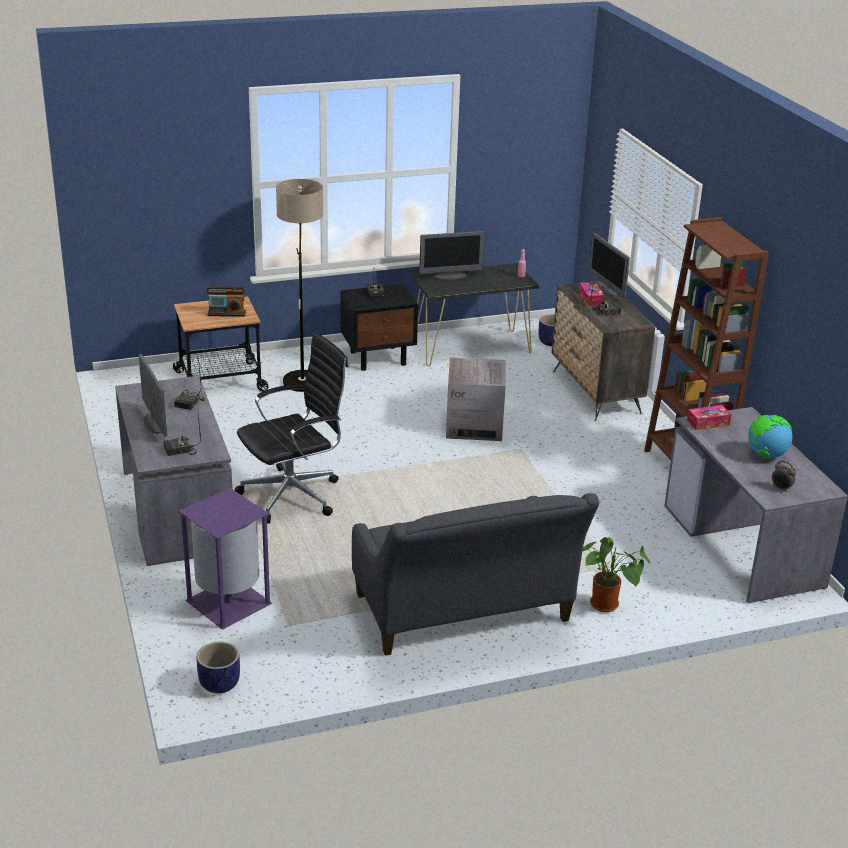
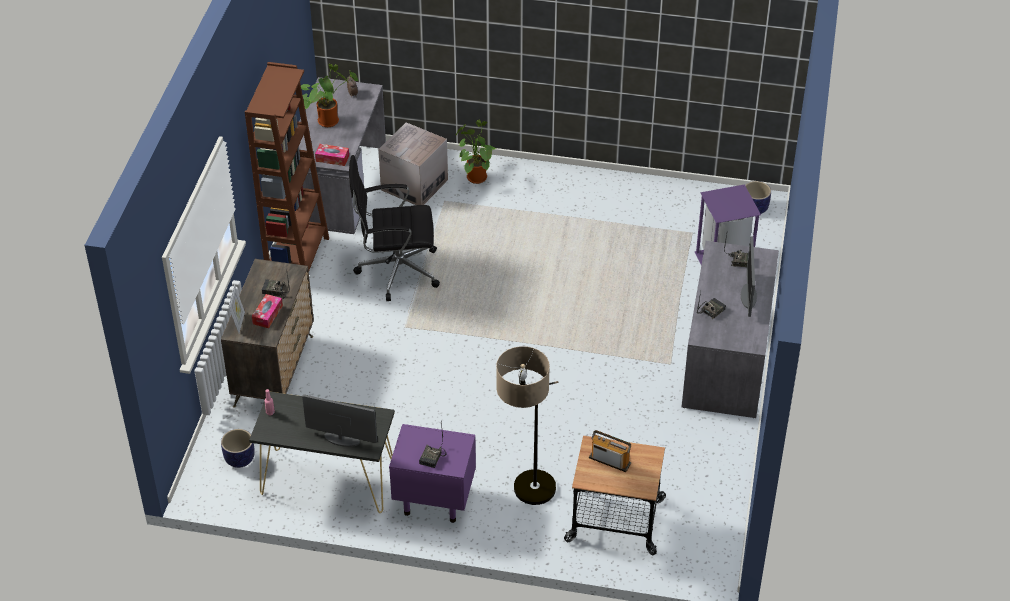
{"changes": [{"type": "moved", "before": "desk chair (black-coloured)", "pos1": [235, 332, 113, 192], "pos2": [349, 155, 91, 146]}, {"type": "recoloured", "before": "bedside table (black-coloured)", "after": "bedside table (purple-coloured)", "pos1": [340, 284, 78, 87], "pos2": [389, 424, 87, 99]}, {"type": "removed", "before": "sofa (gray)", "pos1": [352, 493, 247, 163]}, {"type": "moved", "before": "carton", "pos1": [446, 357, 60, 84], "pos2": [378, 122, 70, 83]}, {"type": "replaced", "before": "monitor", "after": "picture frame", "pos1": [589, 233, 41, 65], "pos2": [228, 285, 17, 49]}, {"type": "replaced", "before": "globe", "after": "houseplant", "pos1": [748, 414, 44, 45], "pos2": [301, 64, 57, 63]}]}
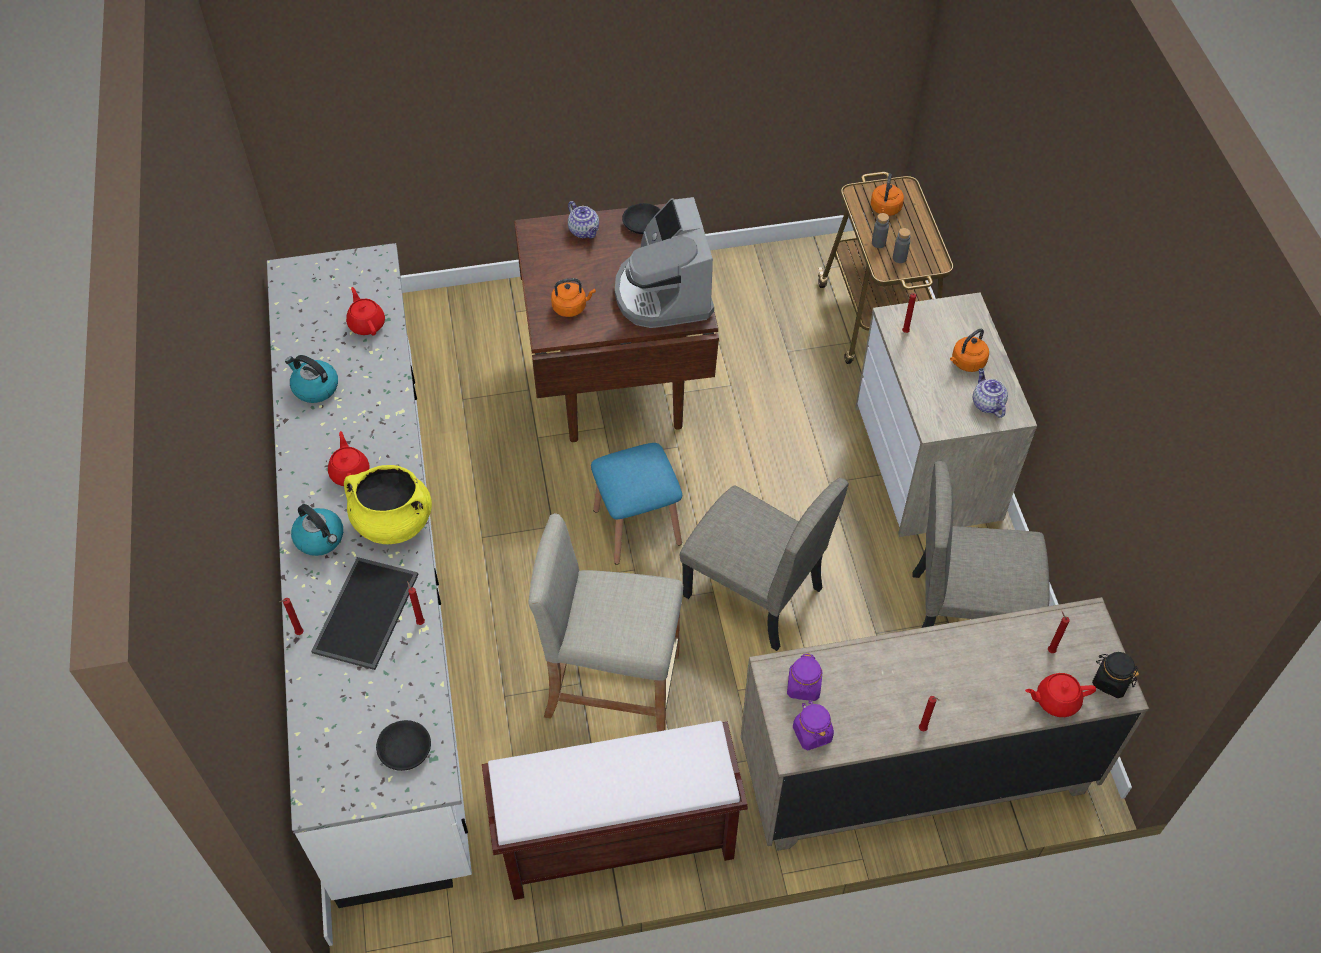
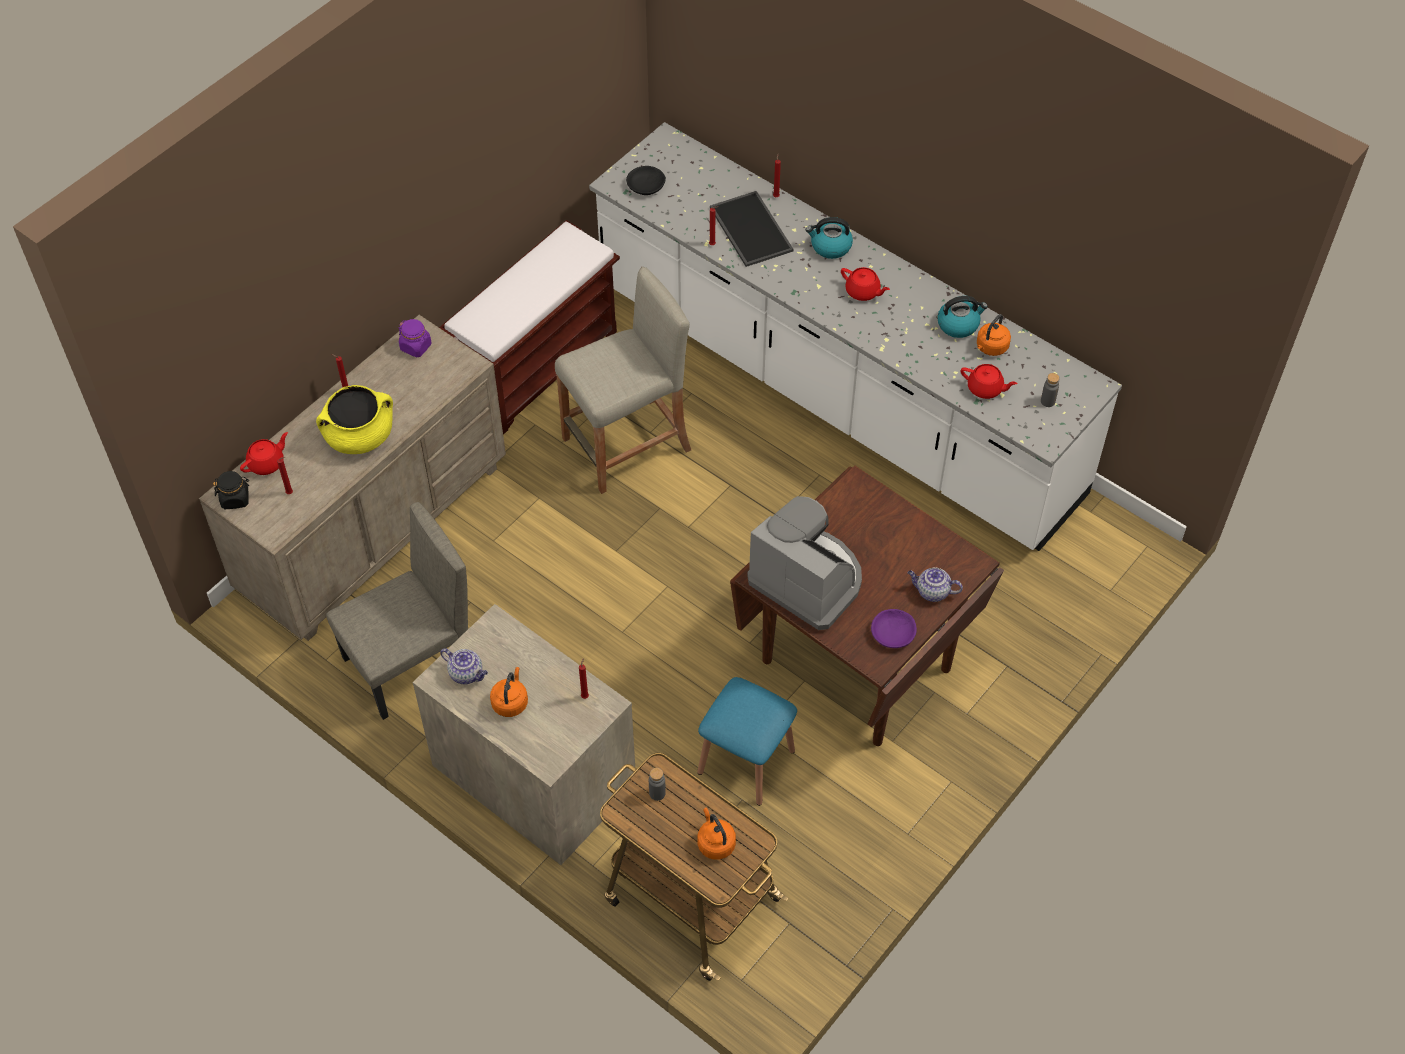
{"changes": [{"type": "moved", "before": "saucepot (yellow)", "pos1": [344, 465, 88, 79], "pos2": [316, 385, 77, 69]}, {"type": "moved", "before": "tea kettle (orange-coloured)", "pos1": [551, 278, 45, 39], "pos2": [977, 314, 34, 42]}, {"type": "moved", "before": "sitting stool (blue-coloured)", "pos1": [591, 443, 91, 122], "pos2": [697, 677, 100, 129]}, {"type": "recoloured", "before": "bowl (black-coloured)", "after": "bowl (purple-coloured)", "pos1": [622, 203, 38, 31], "pos2": [871, 609, 46, 39]}, {"type": "removed", "before": "plain chair (beige-coloured)", "pos1": [680, 478, 169, 173]}, {"type": "removed", "before": "preserve jar (purple-coloured)", "pos1": [787, 653, 35, 48]}, {"type": "moved", "before": "bottle (gray)", "pos1": [872, 213, 17, 35], "pos2": [1041, 373, 19, 34]}]}
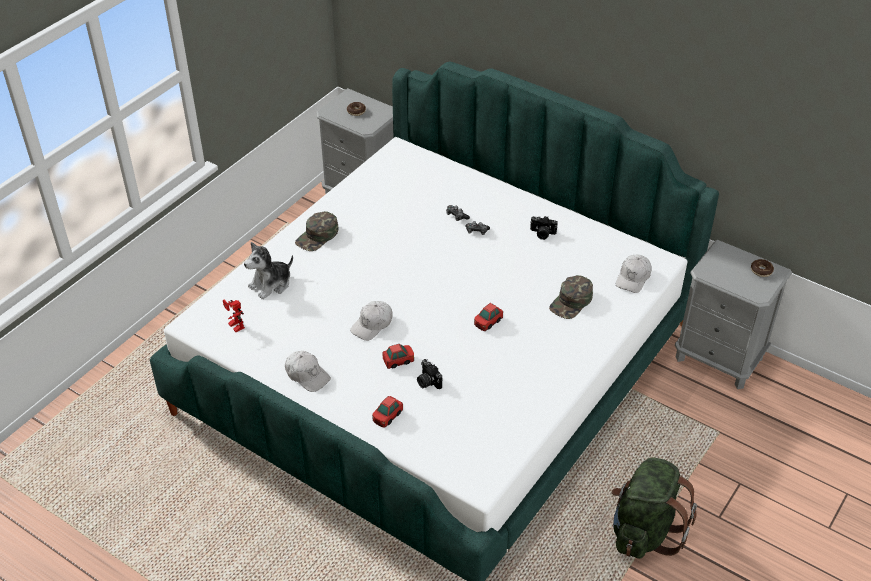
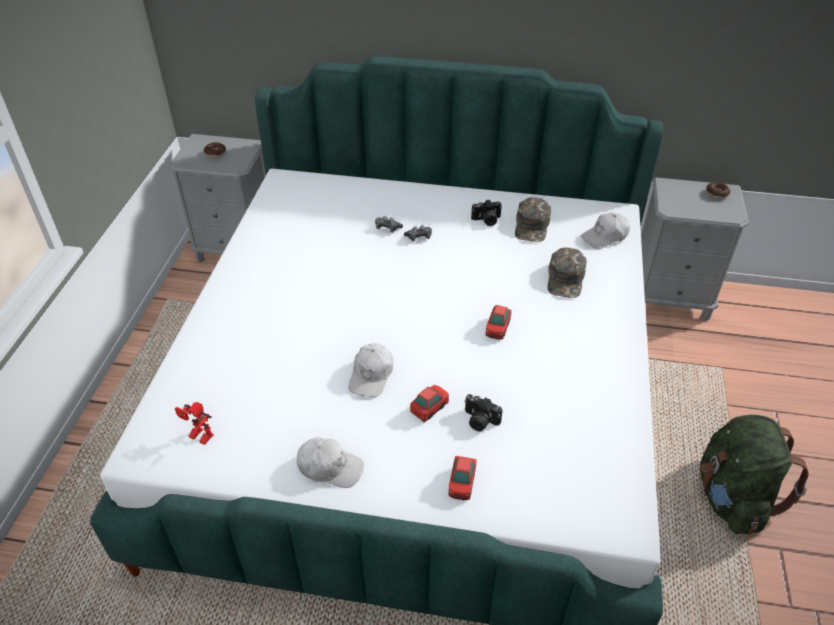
{"changes": [{"type": "removed", "before": "soft toy", "pos1": [244, 242, 49, 57]}, {"type": "moved", "before": "cap (greenish)", "pos1": [295, 211, 43, 40], "pos2": [515, 197, 36, 45]}, {"type": "turned", "before": "cap (whitish)", "pos1": [616, 255, 35, 38], "pos2": [581, 212, 49, 37], "turn": 60}]}
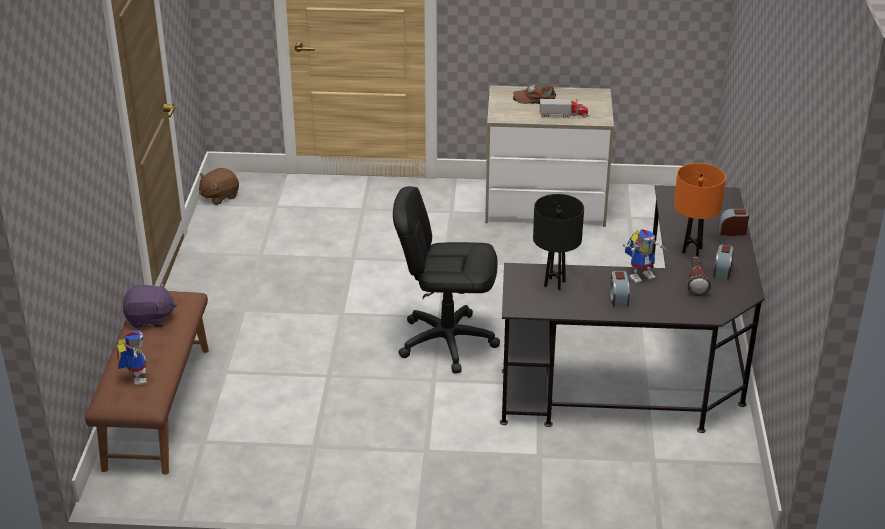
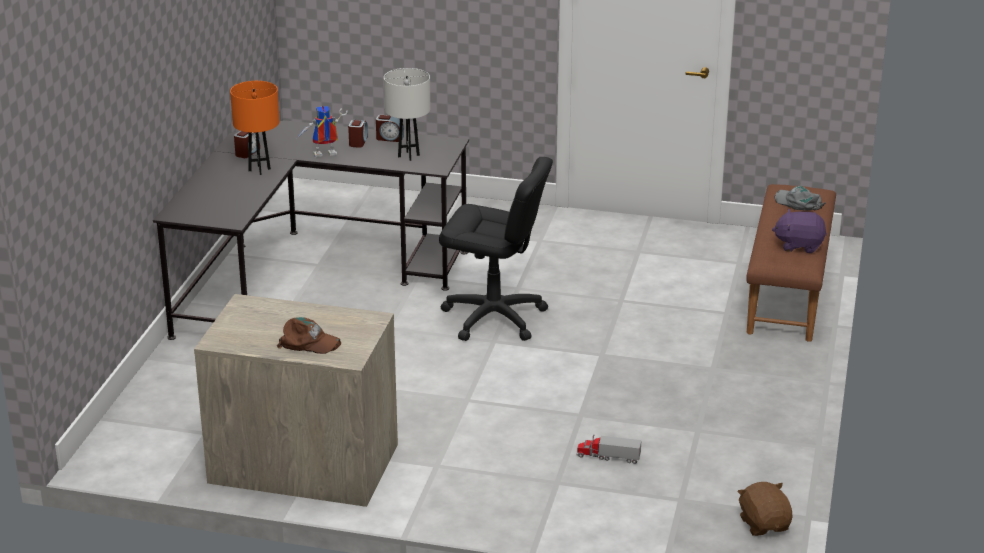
{"changes": [{"type": "replaced", "before": "model robot", "after": "cap (gray)", "pos1": [117, 330, 30, 55], "pos2": [774, 186, 52, 24]}, {"type": "turned", "before": "soft toy (brown)", "pos1": [199, 168, 40, 37], "pos2": [737, 482, 55, 54], "turn": -75}, {"type": "recoloured", "before": "tabletop lamp (black-coloured)", "after": "tabletop lamp (whitish)", "pos1": [533, 194, 51, 96], "pos2": [384, 68, 46, 93]}, {"type": "moved", "before": "model truck", "pos1": [540, 99, 48, 19], "pos2": [576, 435, 65, 29]}, {"type": "removed", "before": "torch", "pos1": [687, 257, 24, 39]}, {"type": "moved", "before": "alarm clock", "pos1": [719, 209, 30, 27], "pos2": [376, 115, 28, 27]}]}
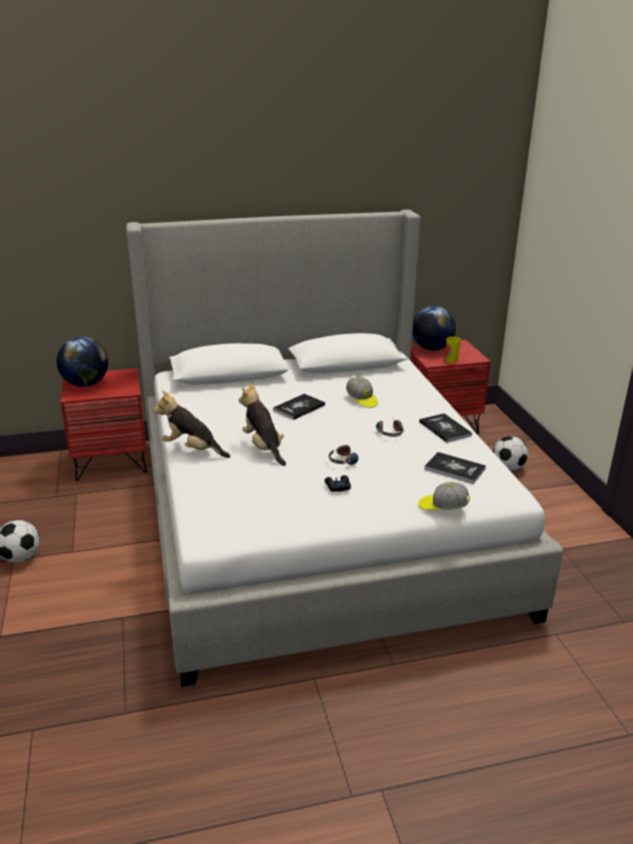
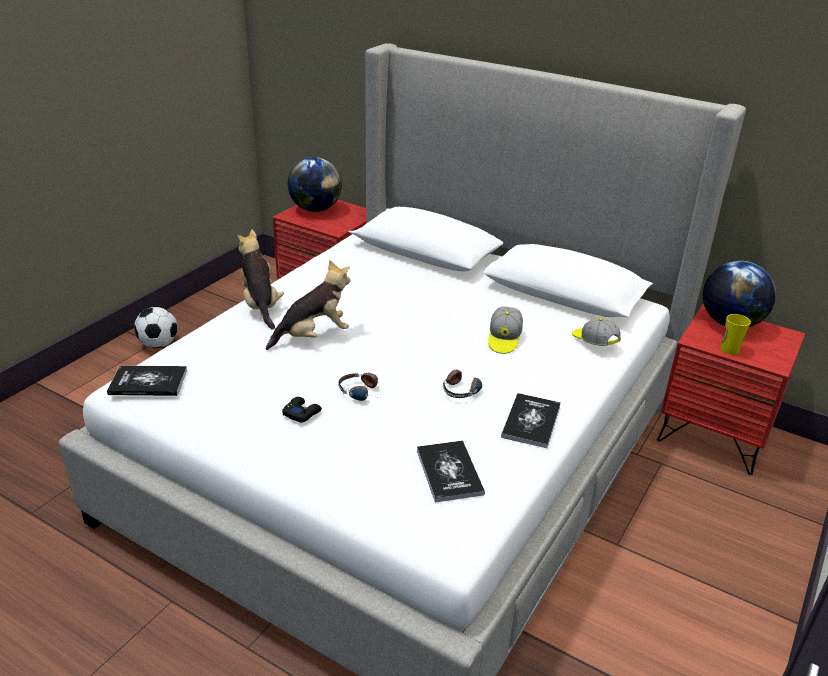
{"changes": [{"type": "turned", "before": "soft toy", "pos1": [239, 383, 47, 83], "pos2": [266, 260, 84, 90], "turn": 45}, {"type": "moved", "before": "volume", "pos1": [273, 394, 52, 26], "pos2": [107, 365, 80, 31]}, {"type": "moved", "before": "cap", "pos1": [418, 482, 52, 28], "pos2": [572, 318, 49, 28]}, {"type": "removed", "before": "football ball", "pos1": [493, 436, 35, 35]}]}
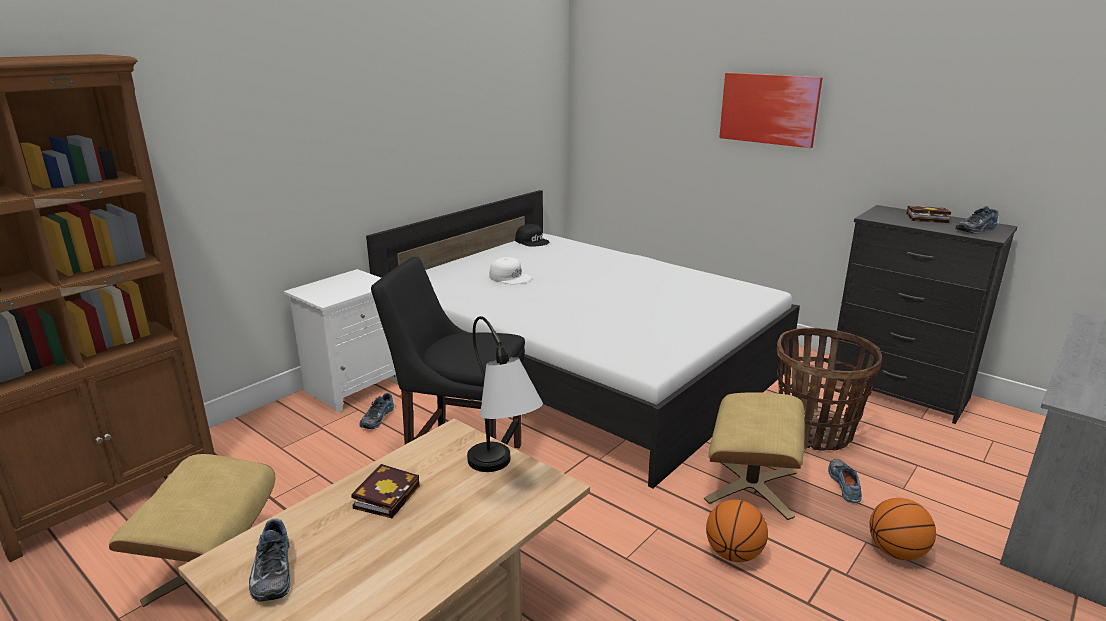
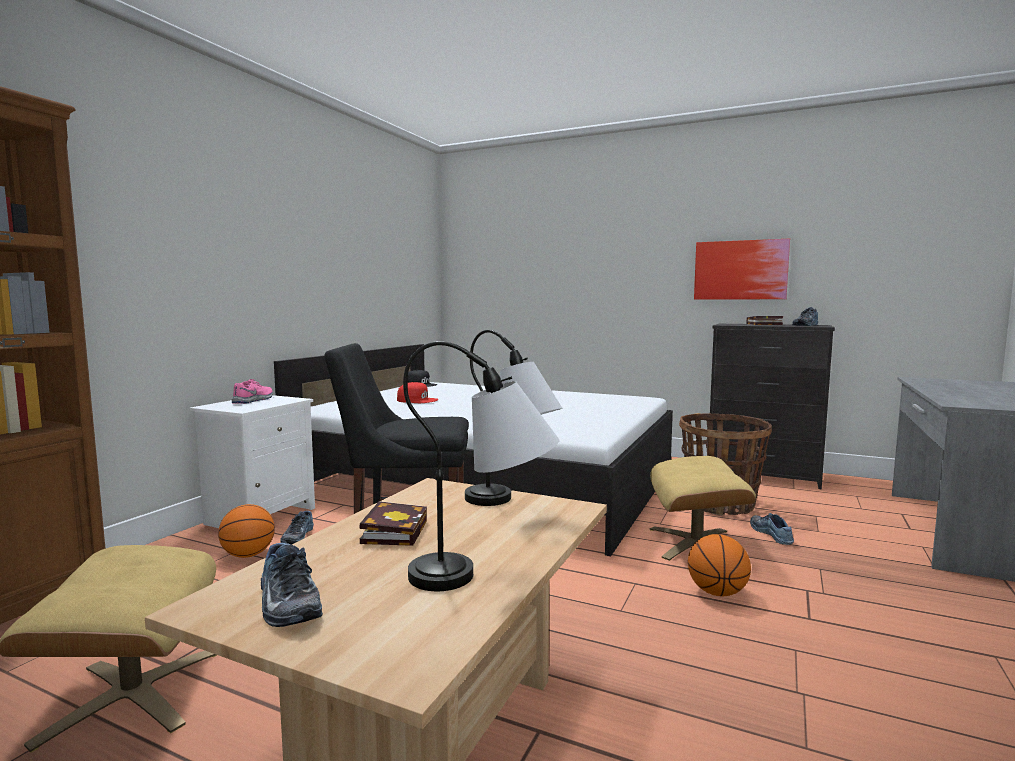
{"changes": [{"type": "recoloured", "before": "cap (whitish)", "after": "cap (red-coloured)", "pos1": [489, 257, 42, 27], "pos2": [397, 382, 41, 21]}, {"type": "moved", "before": "wall picture", "pos1": [719, 73, 104, 75], "pos2": [694, 239, 96, 60]}, {"type": "moved", "before": "basketball ball", "pos1": [869, 498, 67, 62], "pos2": [218, 504, 57, 54]}, {"type": "added", "after": "low shoe (pink)", "pos2": [231, 379, 42, 25]}, {"type": "added", "after": "tabletop lamp", "pos2": [403, 341, 156, 250]}]}
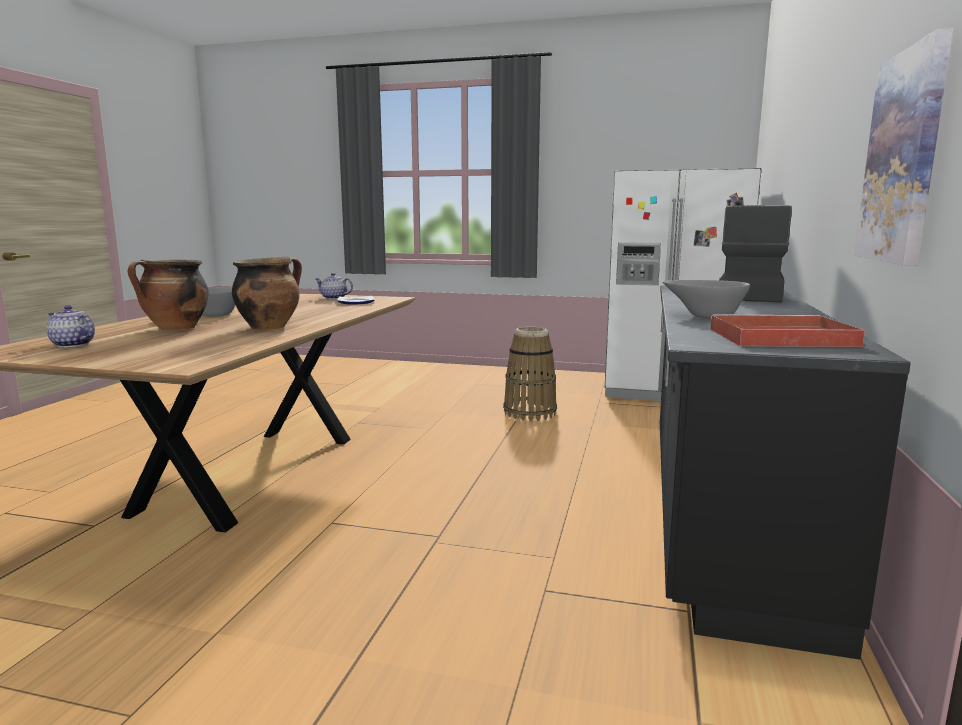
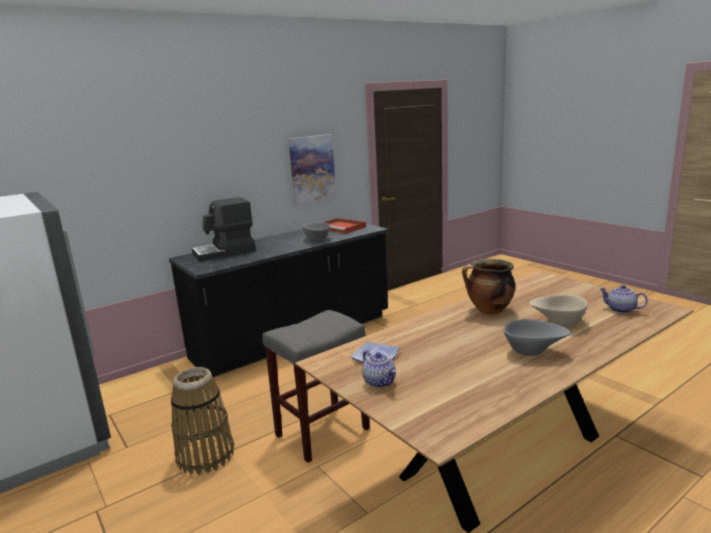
{"changes": [{"type": "turned", "before": "teapot", "pos1": [47, 305, 48, 43], "pos2": [599, 285, 49, 28], "turn": 150}, {"type": "replaced", "before": "saucepot", "after": "bowl (beige-coloured)", "pos1": [128, 260, 81, 71], "pos2": [530, 295, 58, 32]}, {"type": "added", "after": "sitting stool (gray)", "pos2": [262, 310, 108, 153]}]}
